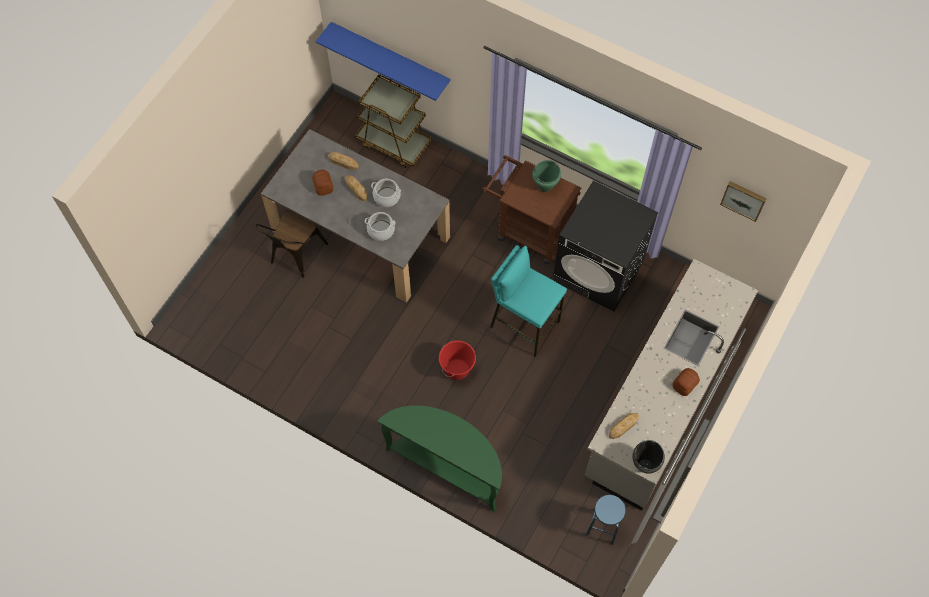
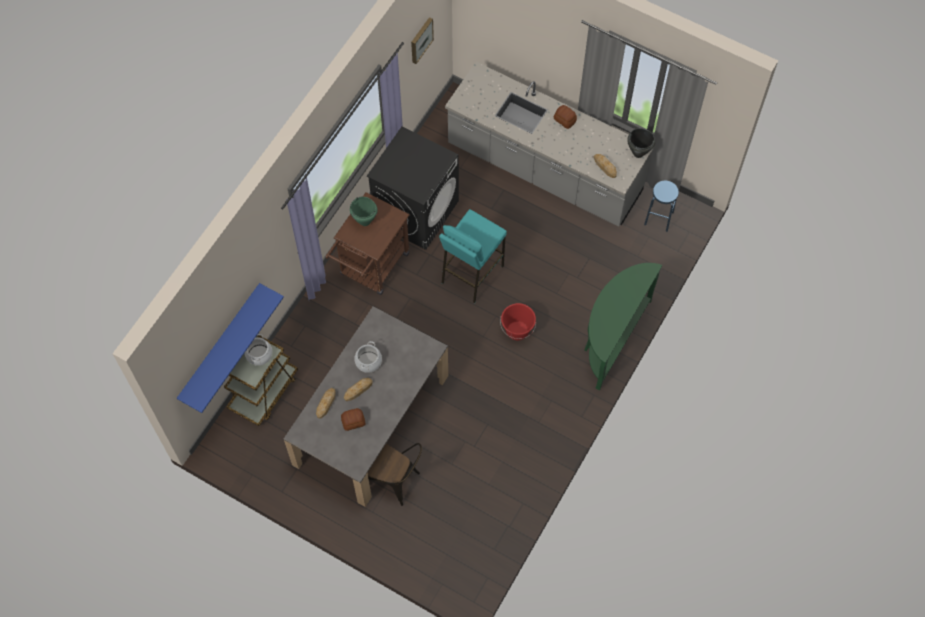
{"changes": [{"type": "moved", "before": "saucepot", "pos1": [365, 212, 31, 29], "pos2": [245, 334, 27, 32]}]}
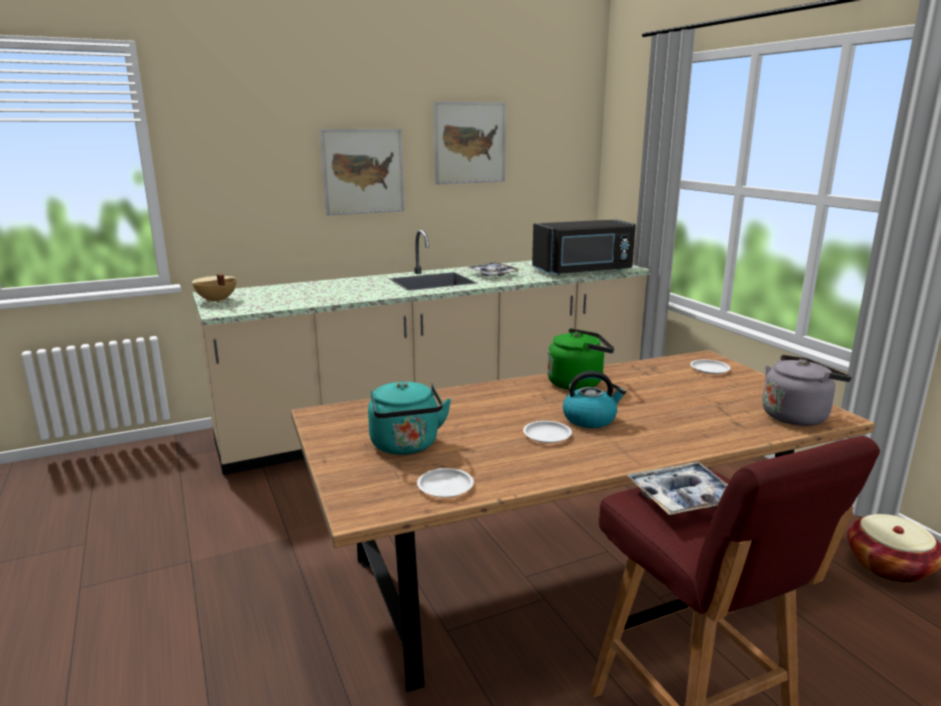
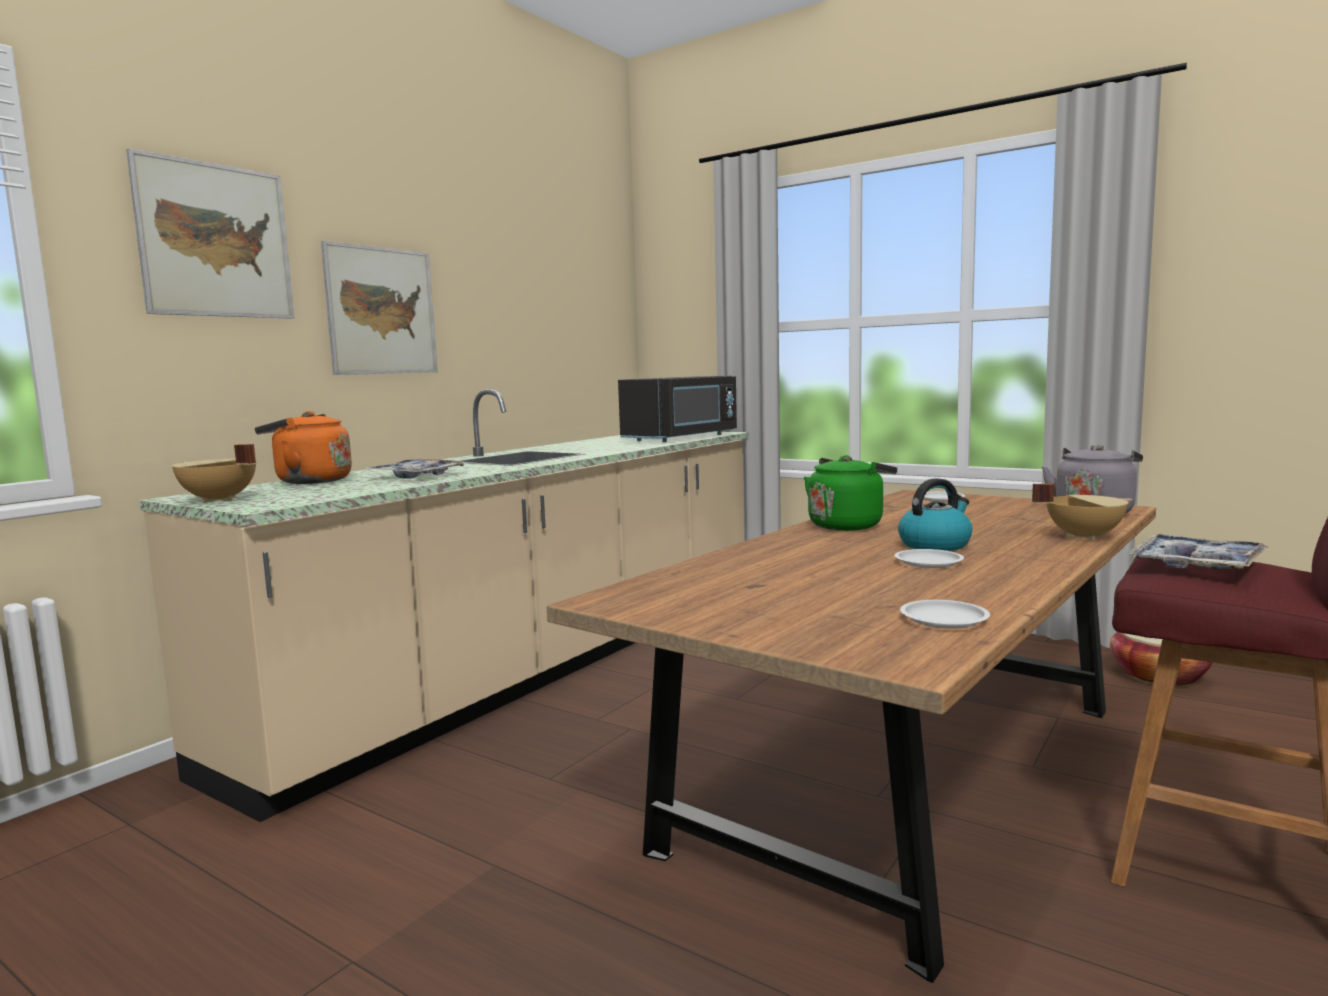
{"changes": [{"type": "removed", "before": "tea kettle (blue-green)", "pos1": [368, 381, 83, 74]}, {"type": "moved", "before": "wall picture", "pos1": [434, 102, 72, 83], "pos2": [126, 148, 168, 171]}, {"type": "moved", "before": "serving tray", "pos1": [466, 262, 55, 15], "pos2": [365, 459, 101, 20]}, {"type": "added", "after": "tea kettle (orange-coloured)", "pos2": [255, 411, 97, 73]}, {"type": "added", "after": "saucepot (beige-coloured)", "pos2": [1032, 483, 101, 58]}]}
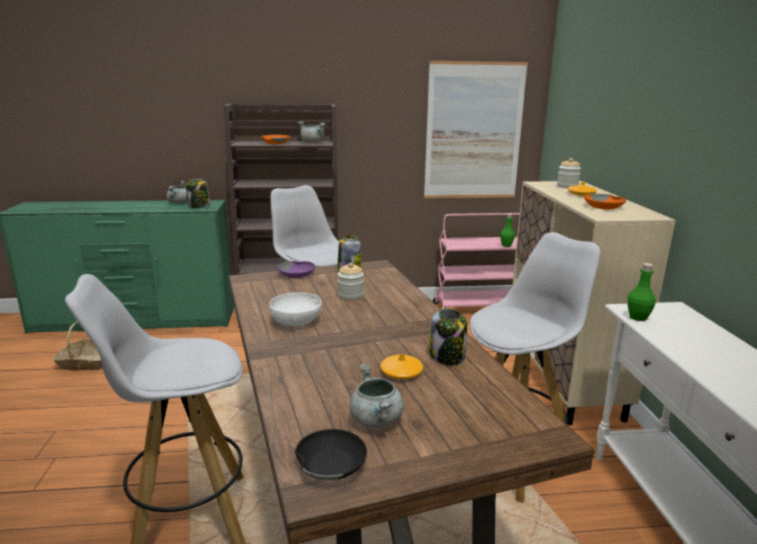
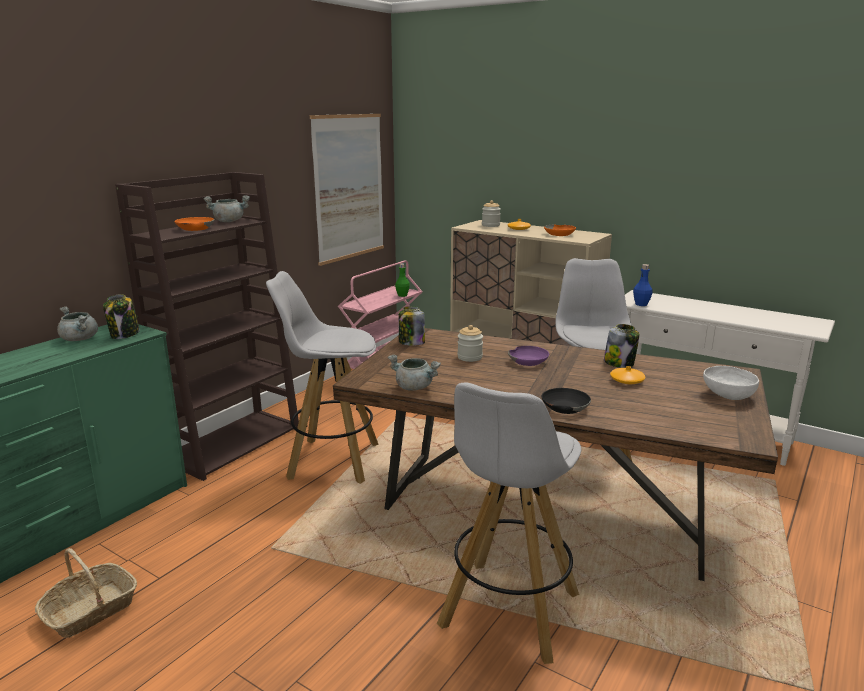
{"changes": [{"type": "moved", "before": "bowl (whitish)", "pos1": [269, 292, 53, 34], "pos2": [703, 366, 56, 34]}, {"type": "moved", "before": "bowl (purple-coloured)", "pos1": [278, 261, 37, 17], "pos2": [508, 346, 41, 20]}, {"type": "moved", "before": "bowl (black-coloured)", "pos1": [295, 429, 72, 52], "pos2": [542, 388, 49, 26]}, {"type": "moved", "before": "saucepot (gray)", "pos1": [349, 364, 55, 63], "pos2": [388, 354, 53, 37]}, {"type": "recoloured", "before": "bottle (greenish)", "after": "bottle (blue-coloured)", "pos1": [627, 263, 29, 58], "pos2": [633, 264, 20, 42]}]}
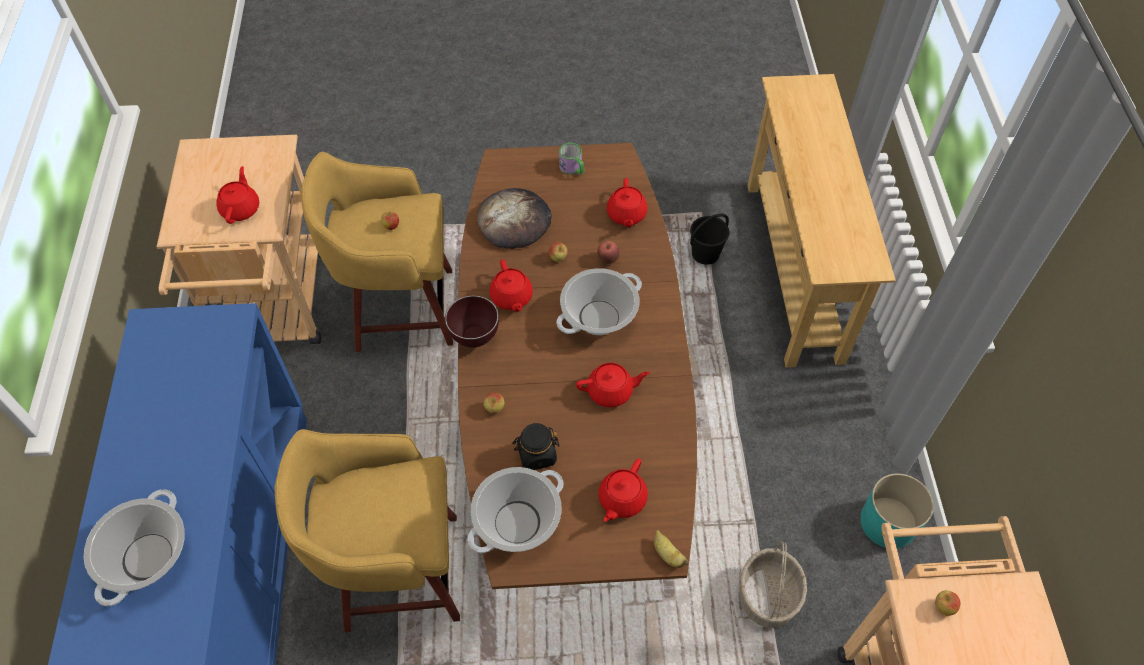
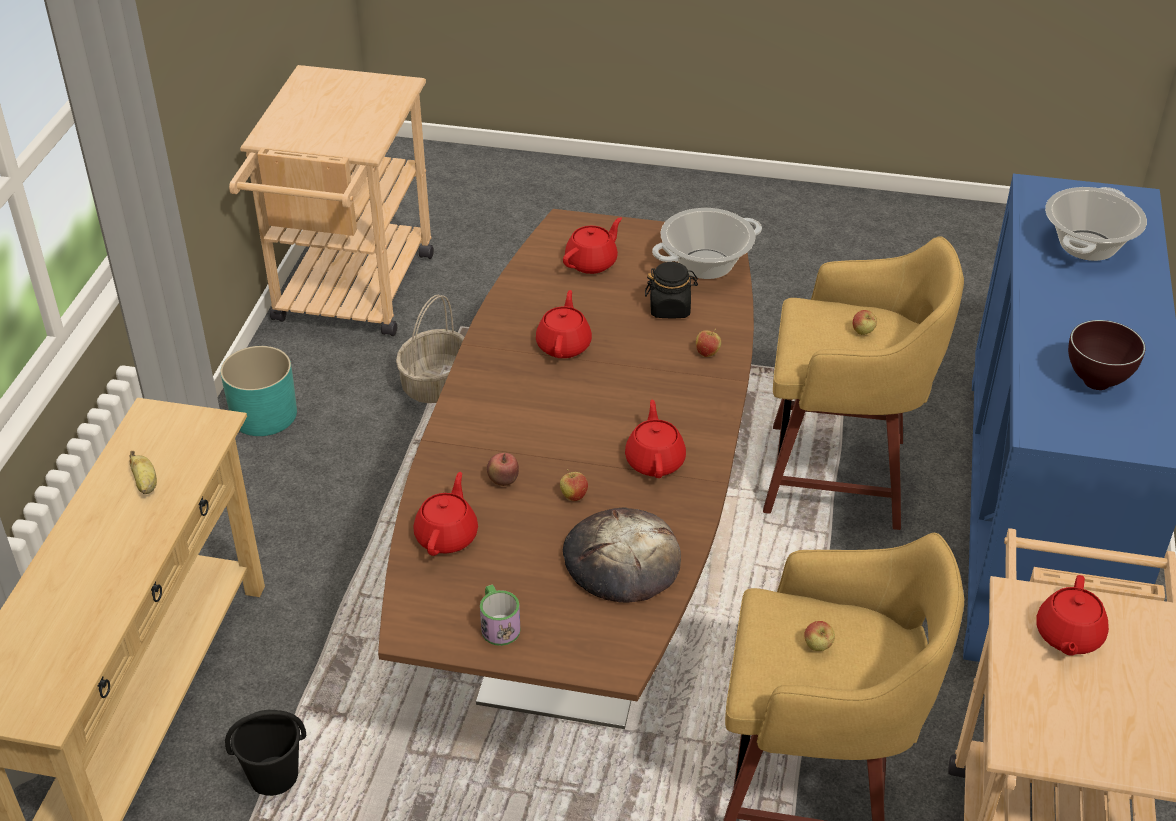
{"changes": [{"type": "moved", "before": "bowl (brown)", "pos1": [445, 295, 54, 53], "pos2": [1068, 320, 77, 70]}, {"type": "removed", "before": "saucepot", "pos1": [557, 268, 85, 67]}, {"type": "turned", "before": "teapot (red-coloured)", "pos1": [576, 363, 74, 44], "pos2": [536, 290, 56, 68], "turn": 90}, {"type": "moved", "before": "banana fruit", "pos1": [654, 530, 35, 38], "pos2": [129, 451, 28, 43]}, {"type": "moved", "before": "apple", "pos1": [935, 590, 25, 26], "pos2": [853, 310, 24, 25]}]}
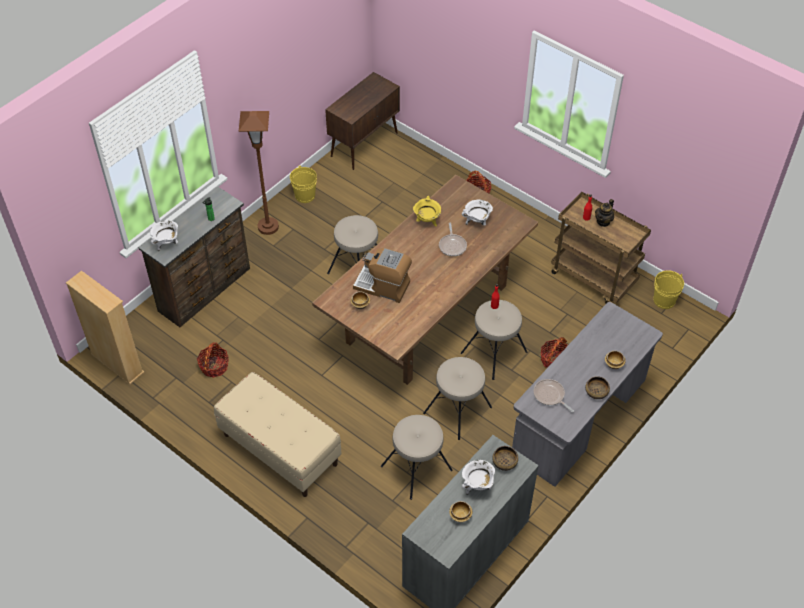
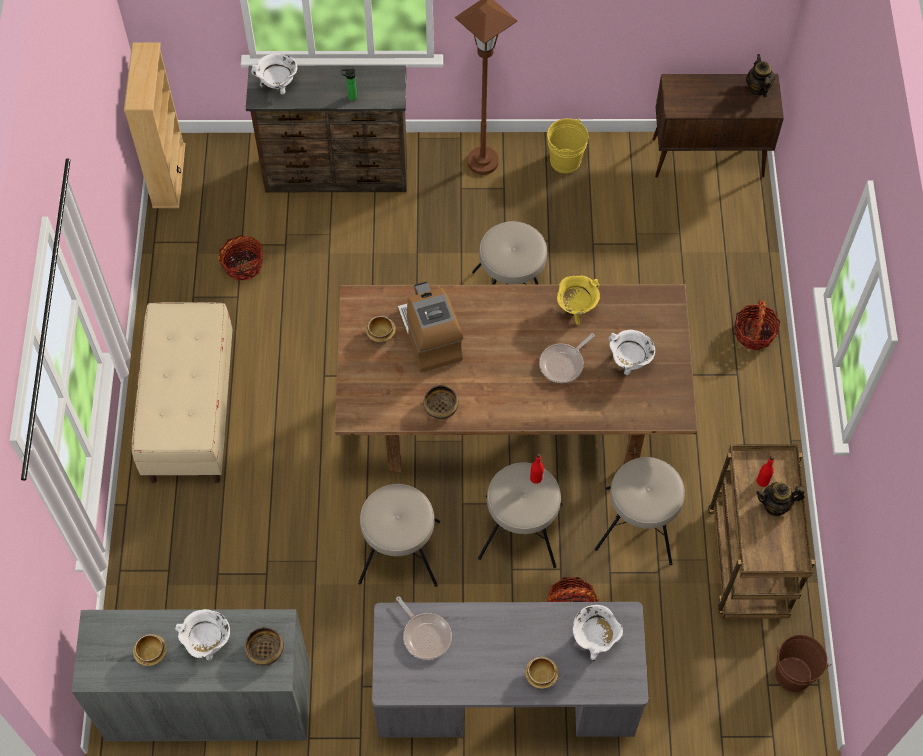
{"changes": [{"type": "moved", "before": "sitting stool (beige-coloured)", "pos1": [381, 415, 72, 85], "pos2": [595, 457, 90, 108]}, {"type": "turned", "before": "frying pan", "pos1": [534, 379, 40, 33], "pos2": [396, 596, 56, 64], "turn": 135}, {"type": "moved", "before": "bowl", "pos1": [585, 376, 25, 23], "pos2": [423, 385, 36, 34]}, {"type": "recoloured", "before": "bucket (yellow)", "after": "bucket (brown)", "pos1": [654, 270, 30, 39], "pos2": [775, 634, 56, 58]}, {"type": "added", "after": "saucepot (whitish)", "pos2": [573, 605, 50, 56]}, {"type": "added", "after": "teapot", "pos2": [746, 54, 29, 43]}]}
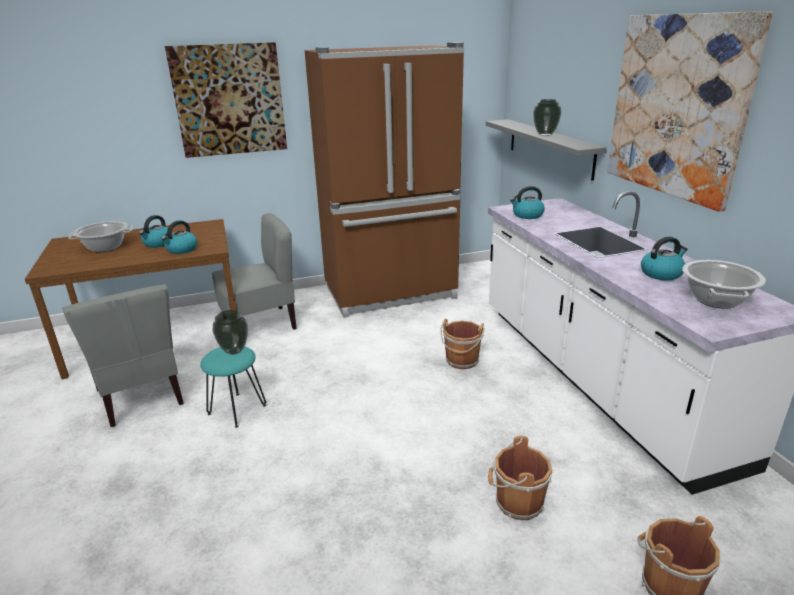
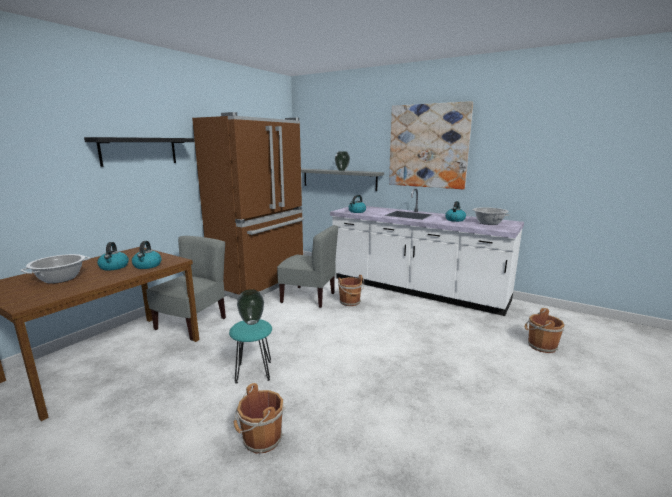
{"changes": [{"type": "moved", "before": "plain chair (gray)", "pos1": [62, 284, 122, 143], "pos2": [277, 225, 61, 83]}, {"type": "replaced", "before": "wall picture", "after": "bracket shelf (black-coloured)", "pos1": [165, 42, 122, 116], "pos2": [84, 137, 111, 30]}, {"type": "moved", "before": "bucket (brown)", "pos1": [488, 436, 64, 84], "pos2": [234, 383, 51, 70]}]}
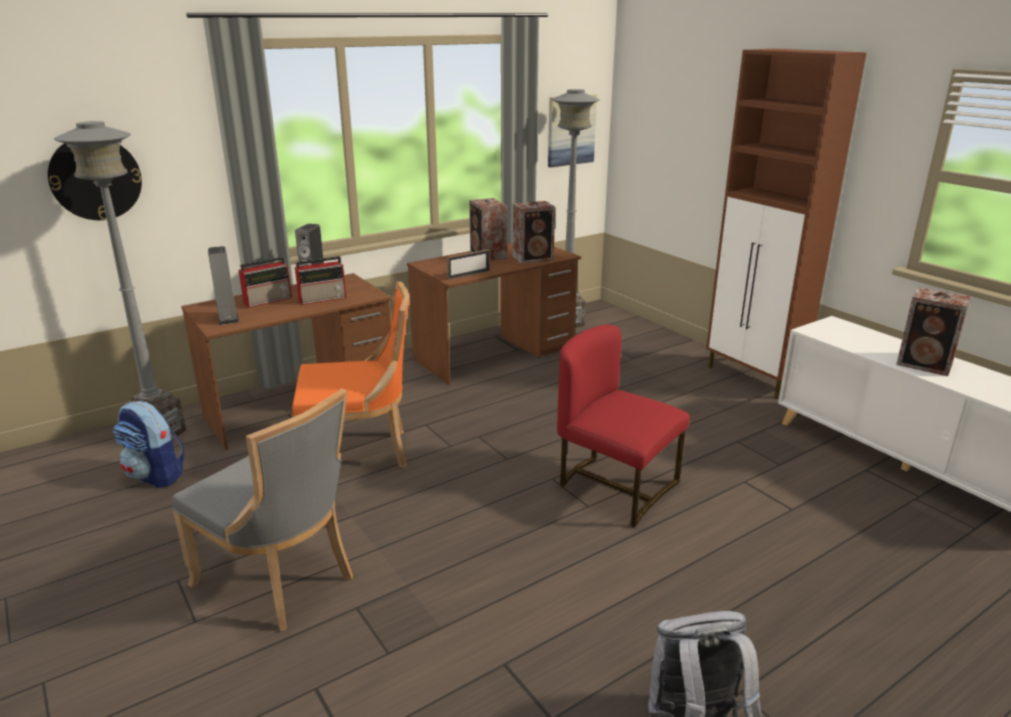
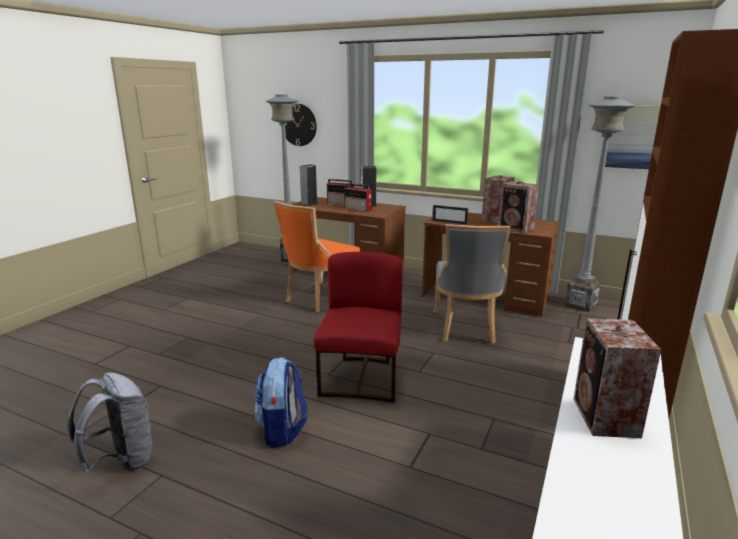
{"changes": [{"type": "moved", "before": "rucksack", "pos1": [113, 401, 71, 87], "pos2": [254, 357, 53, 91]}, {"type": "moved", "before": "plain chair (gray)", "pos1": [172, 388, 181, 243], "pos2": [434, 224, 77, 119]}, {"type": "turned", "before": "plain chair (orange-coloured)", "pos1": [292, 281, 117, 187], "pos2": [273, 201, 87, 111], "turn": 75}]}
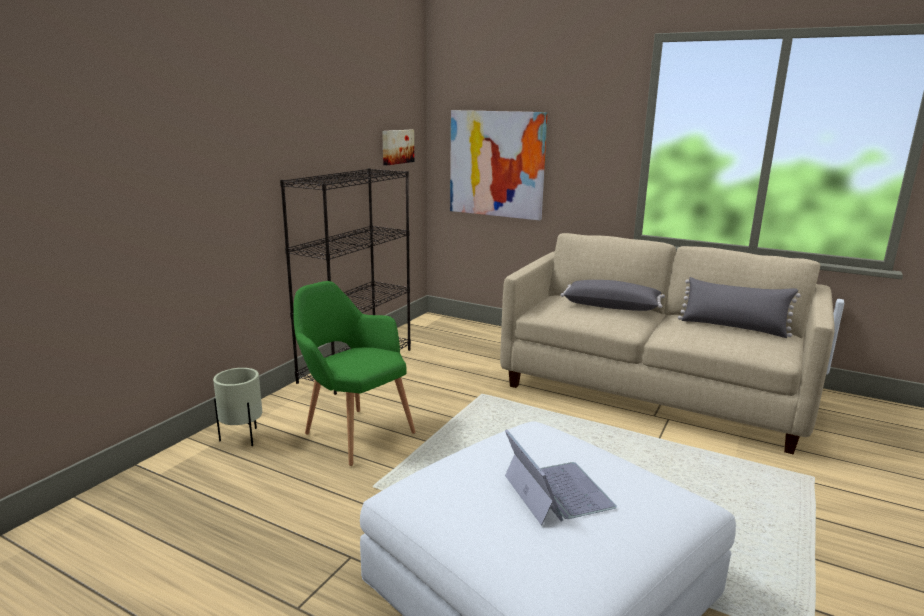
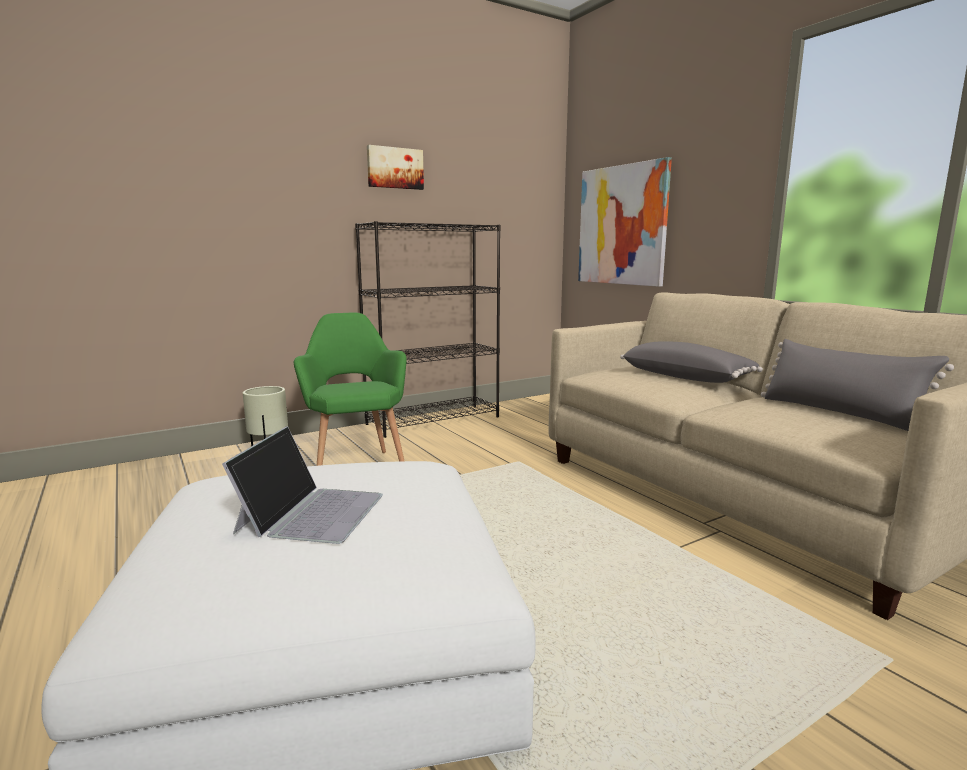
{"changes": [{"type": "moved", "before": "wall picture", "pos1": [382, 130, 32, 35], "pos2": [367, 145, 57, 45]}]}
